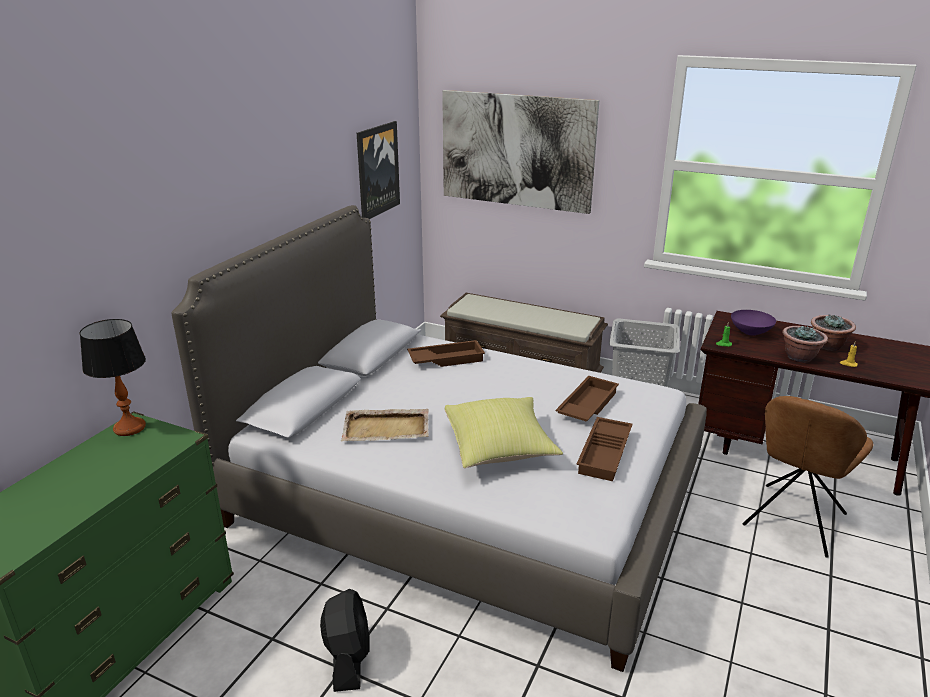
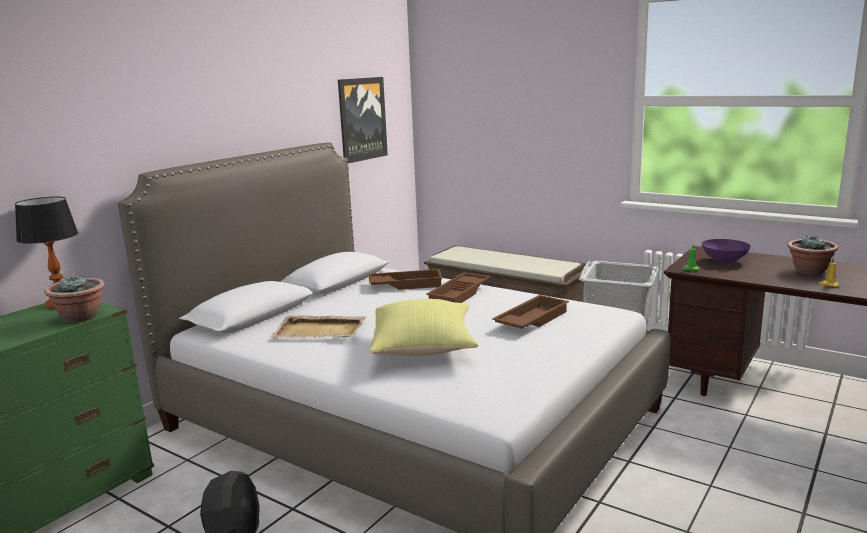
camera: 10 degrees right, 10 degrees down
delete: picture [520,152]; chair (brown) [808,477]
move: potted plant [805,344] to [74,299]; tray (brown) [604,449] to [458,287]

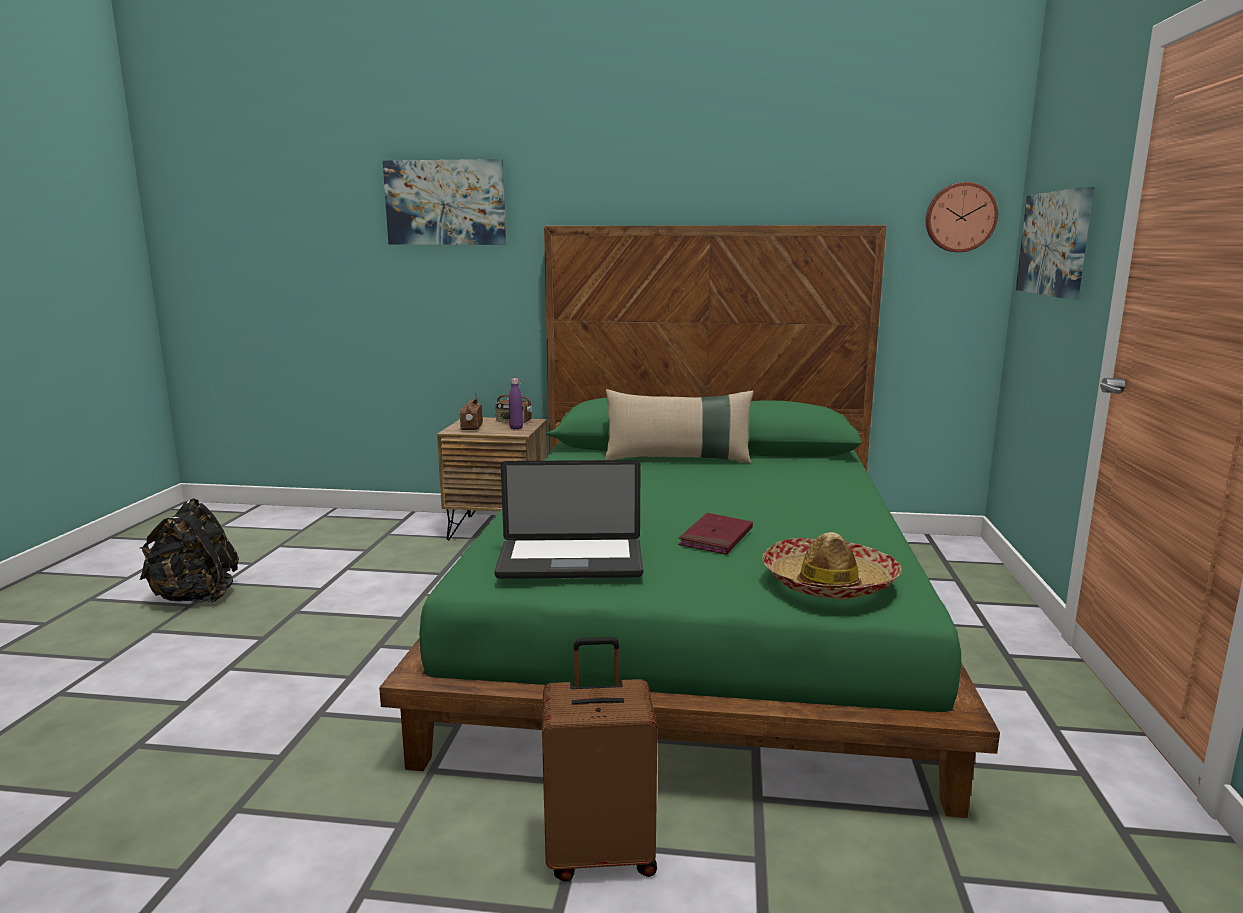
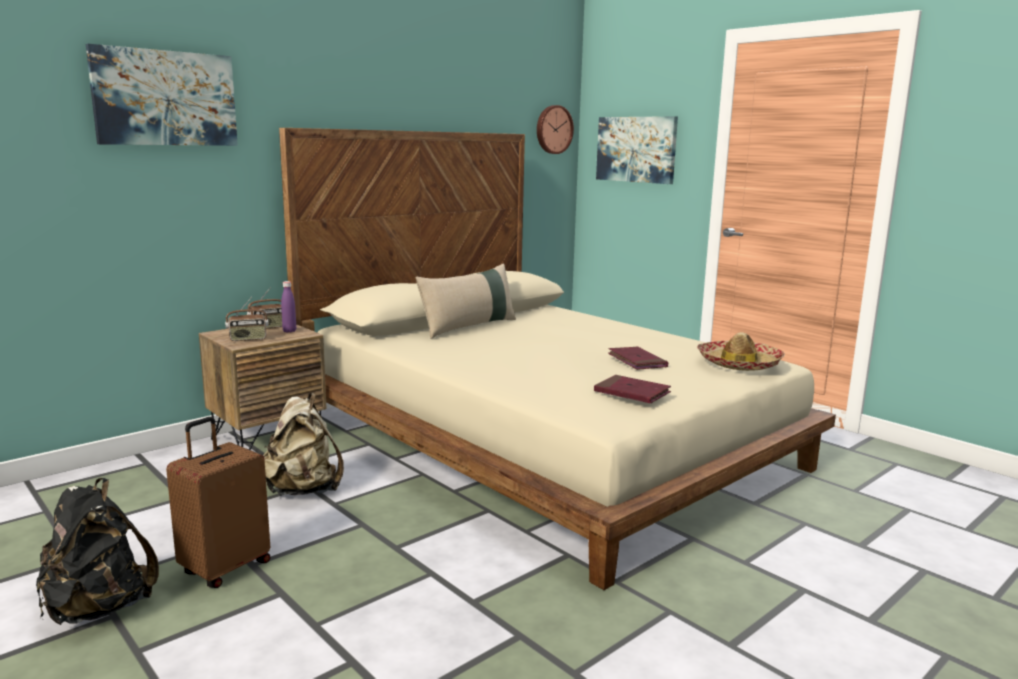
camera: 50 degrees left, 0 degrees up
insert: backpack (beige) [303,444]
move: suitcase (brown) [599,759] to [218,502]
replace: laptop [568,519] to book (red) [632,389]
recolor: bed (green) [689,521] to bed (beige) [557,359]
rotate: radio [471,411] = [247,319] 60 degrees counterclockwise

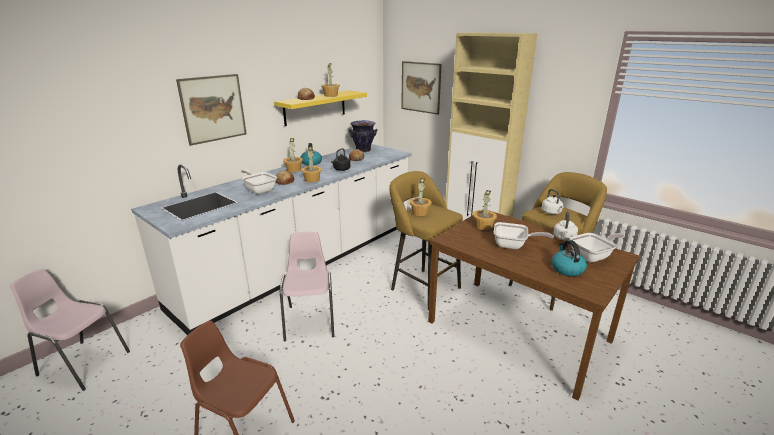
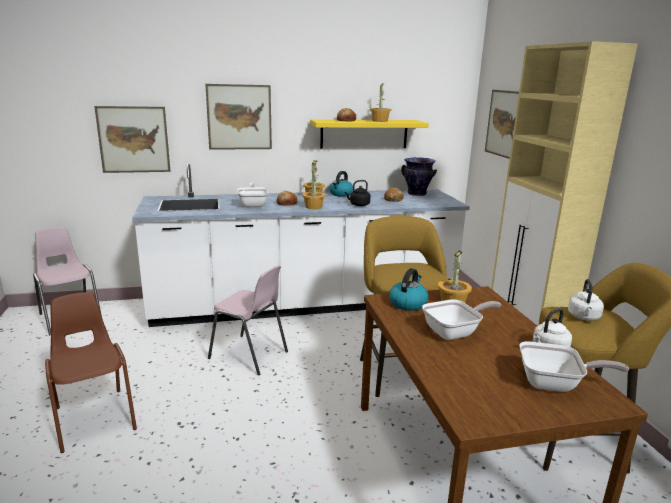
camera: 35 degrees right, 5 degrees down
delete: potted plant [421,197]
insert: picture [132,139]
move: kettle [569,258] to [409,289]
rotate: frying pan [524,235] = [461,319] 75 degrees counterclockwise; chair (pink) [307,286] = [248,320] 90 degrees clockwise

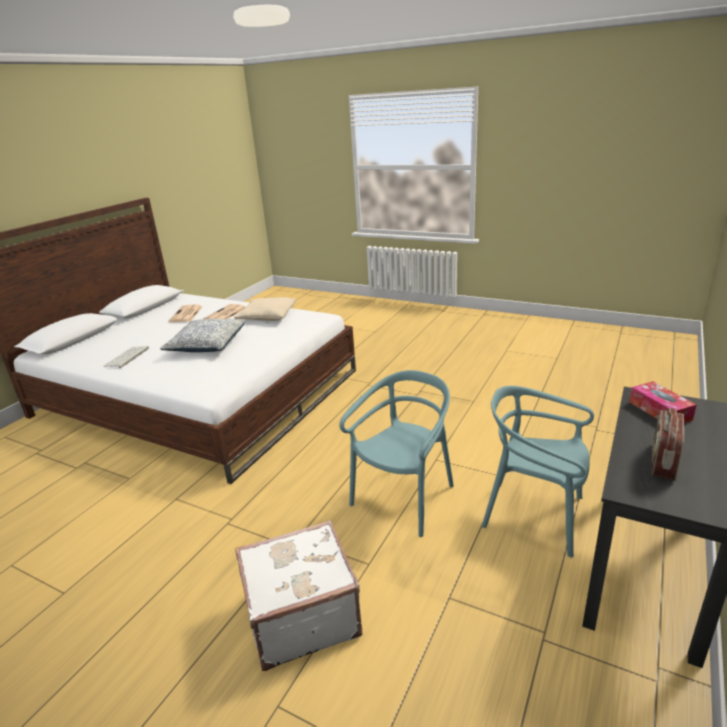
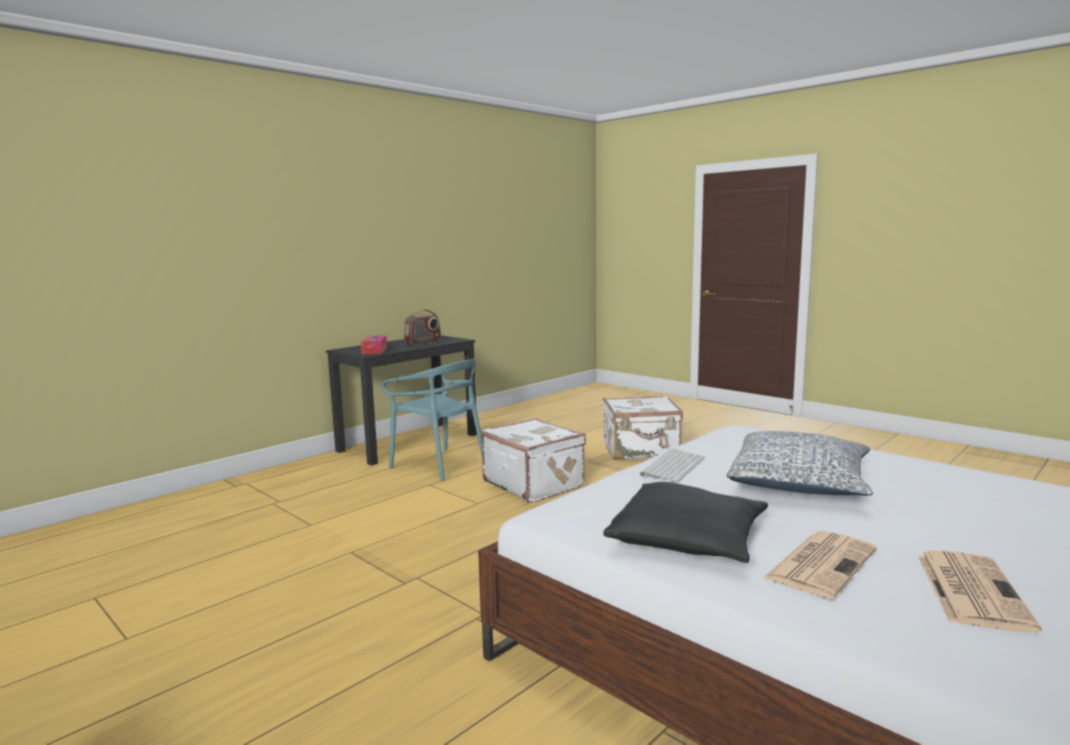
camera: 165 degrees left, 15 degrees down
move: keyboard [126,357] to [672,466]
replace: chair (turquoise) [396,453] to suitcase (white) [533,460]
recolor: pillow (beige) [265,309] to pillow (black) [685,522]

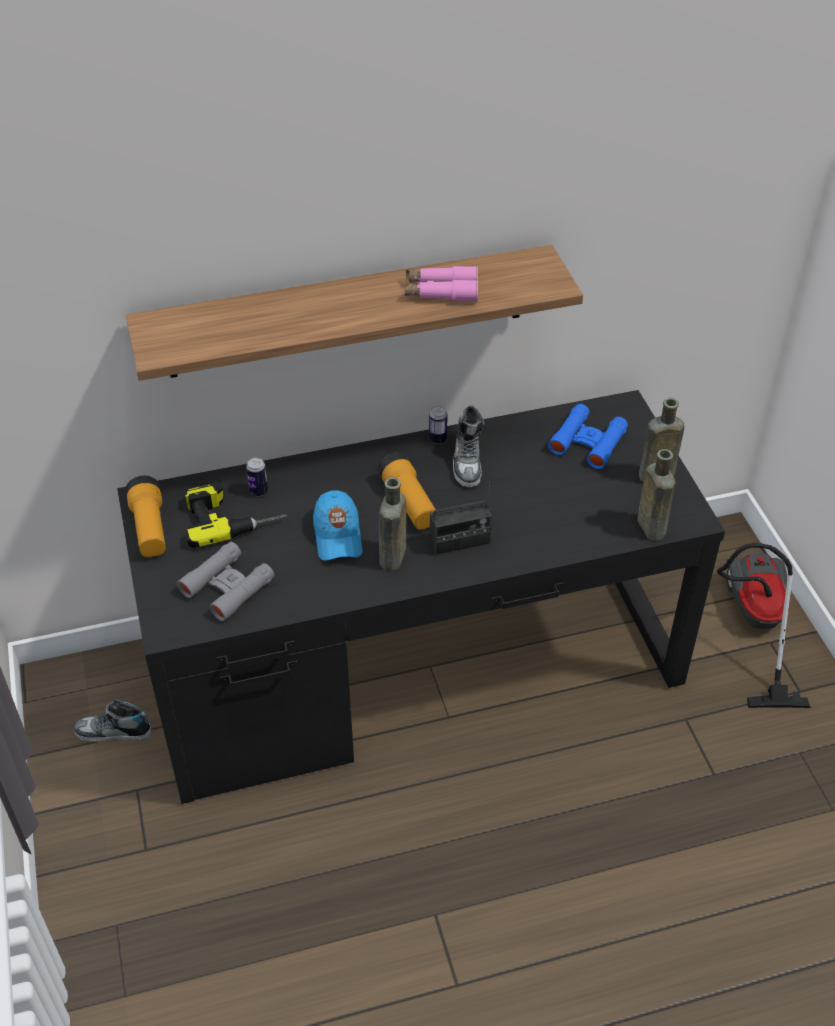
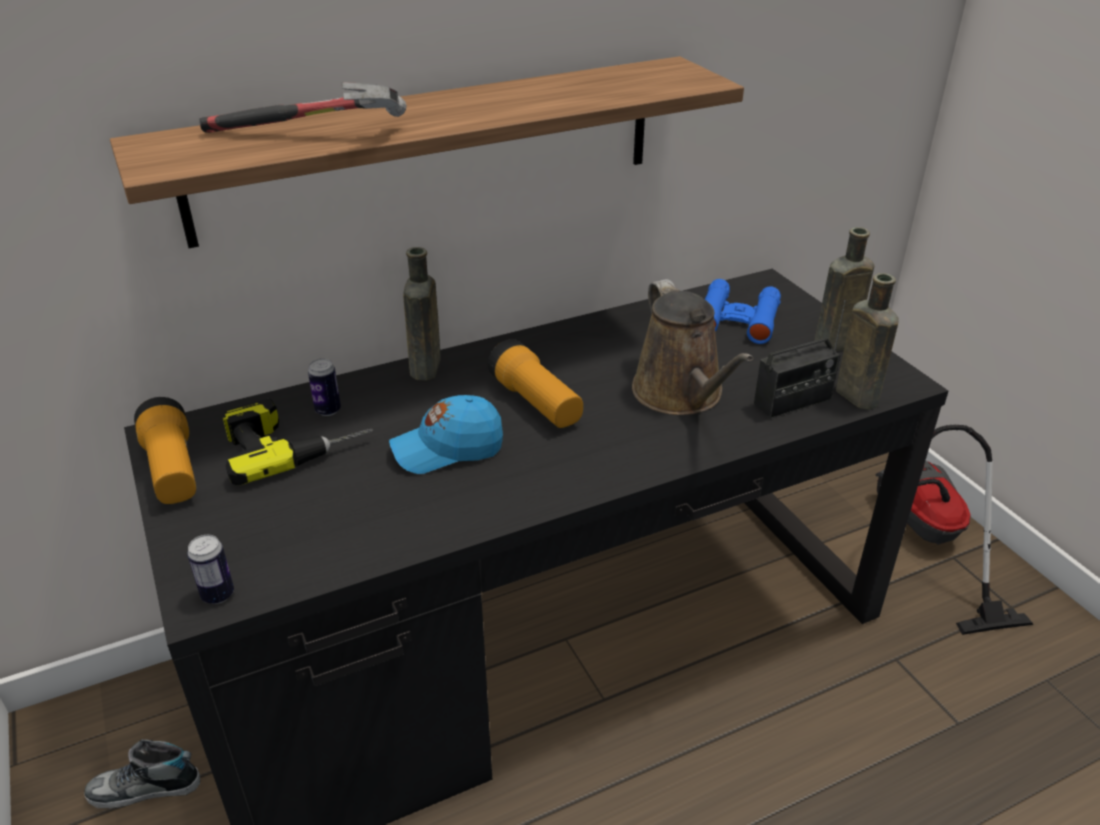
camera: 10 degrees left, 10 degrees down
delete: binoculars (pink) [441,284]; shoe [469,446]; binoculars (grey) [226,581]
insert: hammer [303,107]; watering can (brown) [692,347]
move: can [438,425] to [210,569]; bottle (brown) [392,524] to [422,314]; radio [461,518] to [800,359]
rotate: cap (blue) [338,525] = [446,434] 90 degrees clockwise

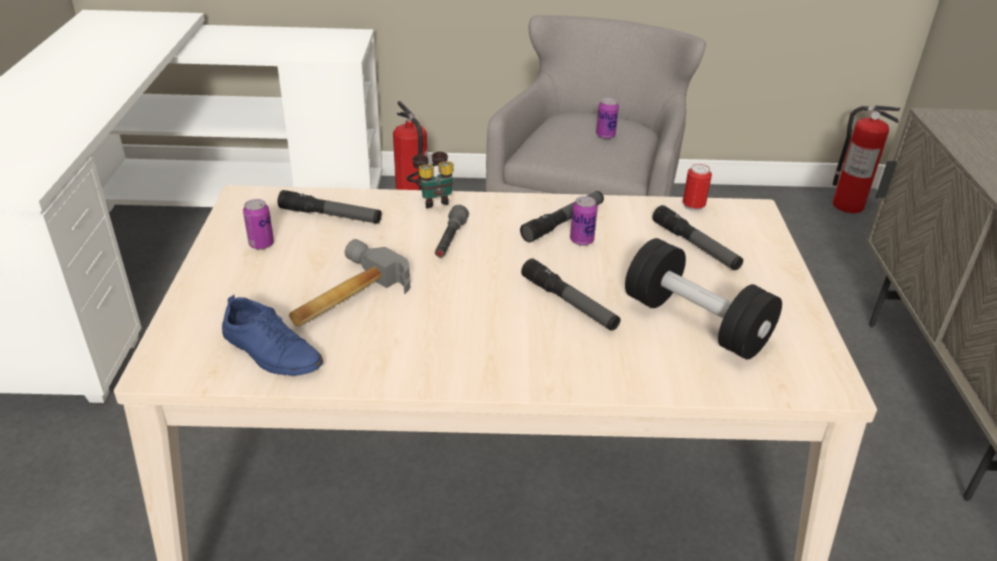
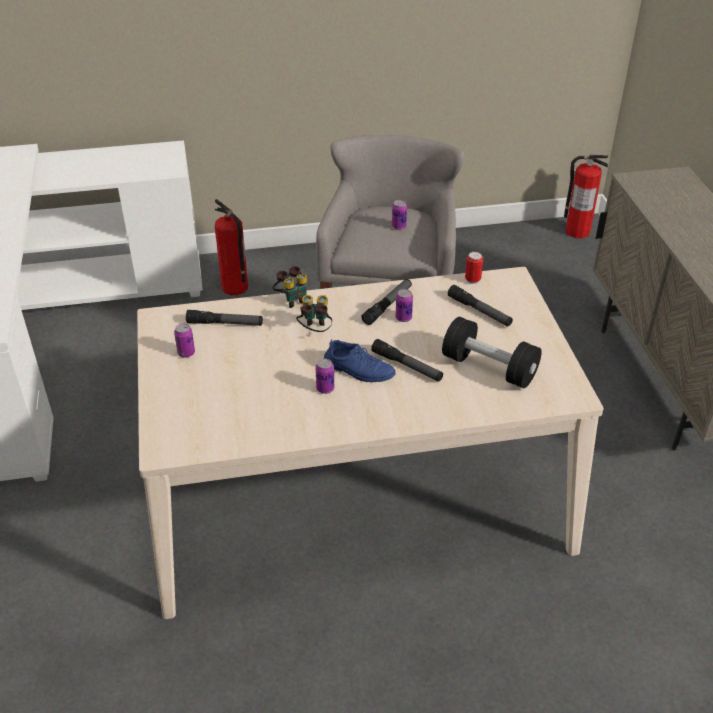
camera: 10 degrees left, 5 degrees up
delete: hammer [349,283]
insert: can [325,376]
move: shoe (blue) [272,335] to [360,361]
replace: flashlight (grey) [452,231] to binoculars [314,313]

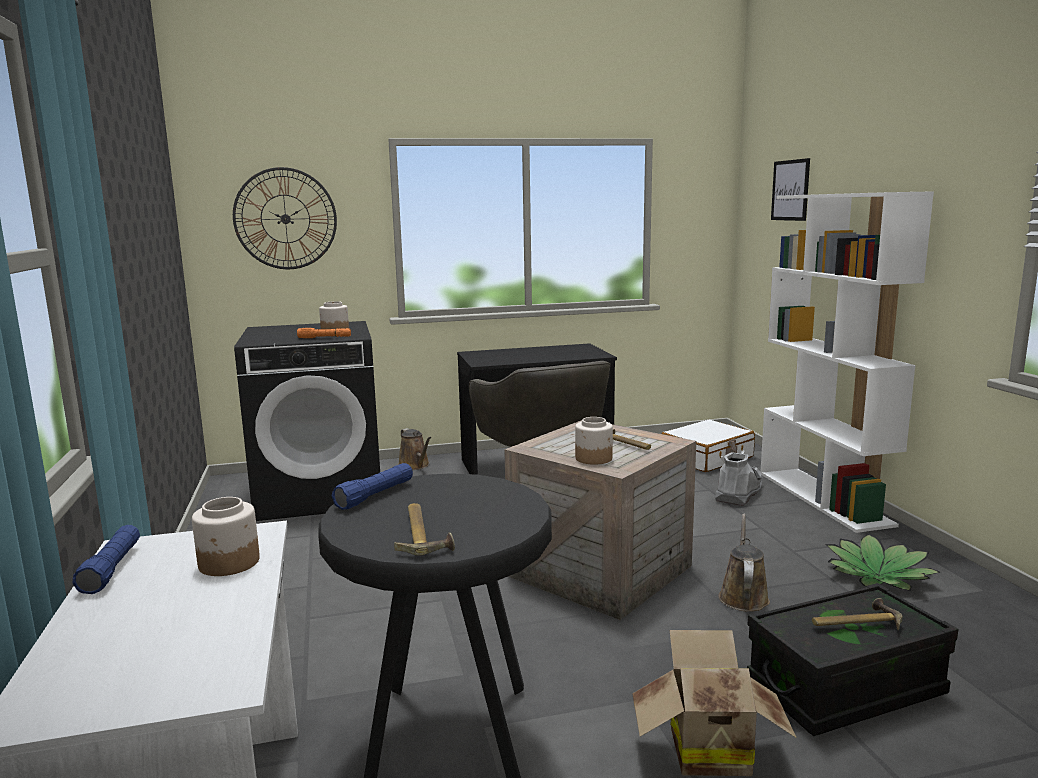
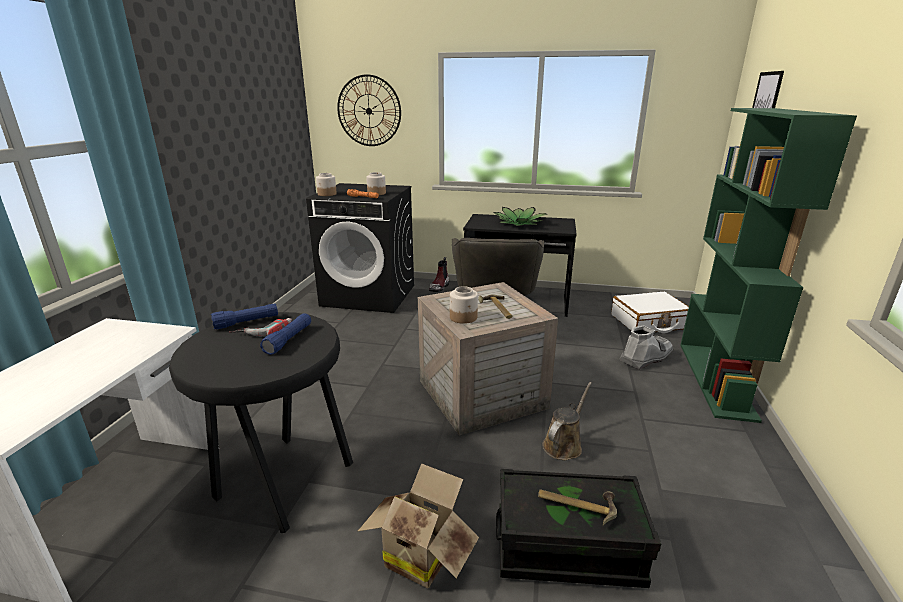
camera: 25 degrees right, 10 degrees up
delete: hammer [424,529]
insert: power drill [261,327]
move: jar [226,536] to [326,184]; flashlight (blue) [106,559] to [285,334]; potted plant [883,562] to [520,216]
replace: watering can (brown) [414,449] to boot [439,274]
recolor: bookcase (white) [847,362] to bookcase (green) [768,265]

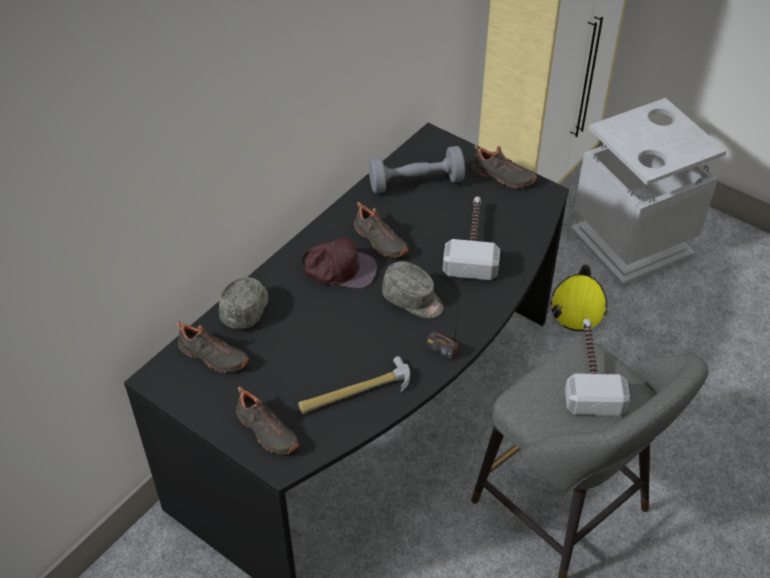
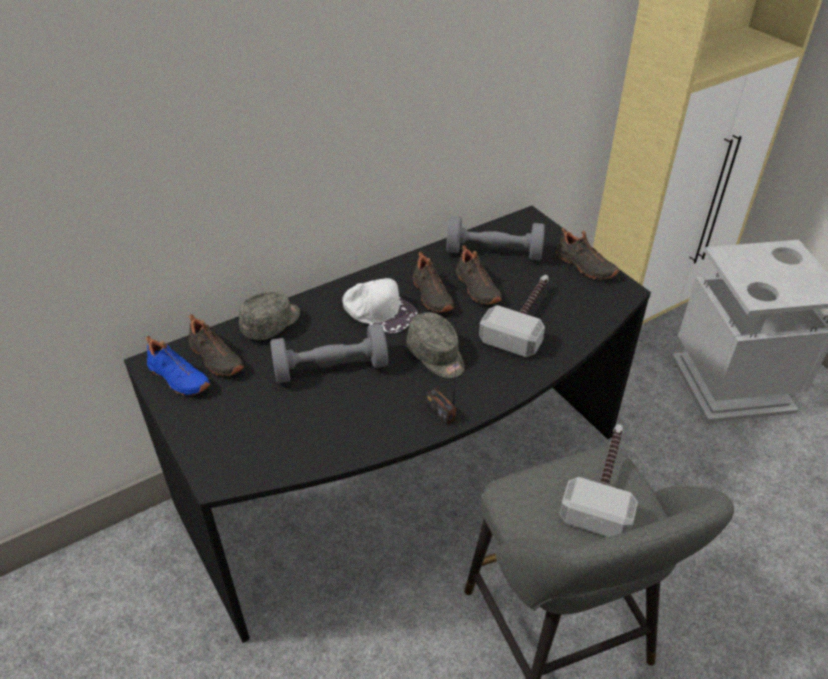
camera: 20 degrees right, 5 degrees down
delete: hard hat (yellow) [578,298]; hammer [354,385]
insert: dumbbell (grey) [329,353]; shoe (blue) [178,366]
move: shoe (black) [267,420] to [479,274]
recolor: cap (brown) [338,262] to cap (white) [379,305]

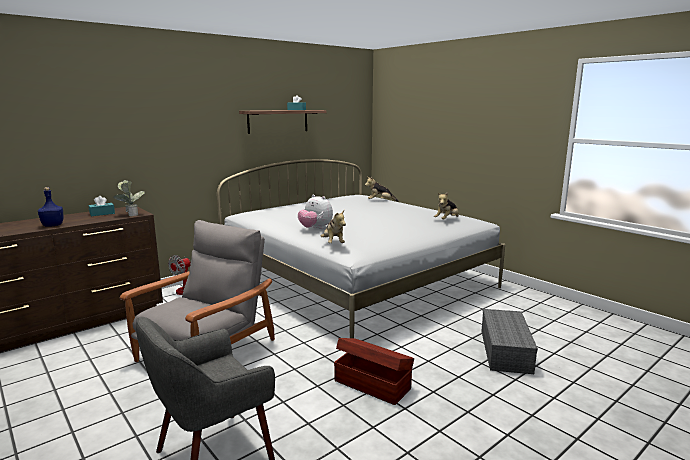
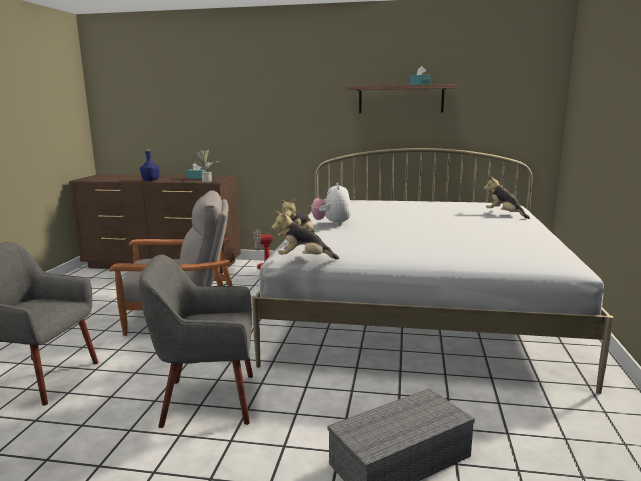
camera: 50 degrees right, 0 degrees up
move: plush toy [446,205] to [305,235]
replace: storage box (brown) [374,371] to armchair (grey) [196,341]

